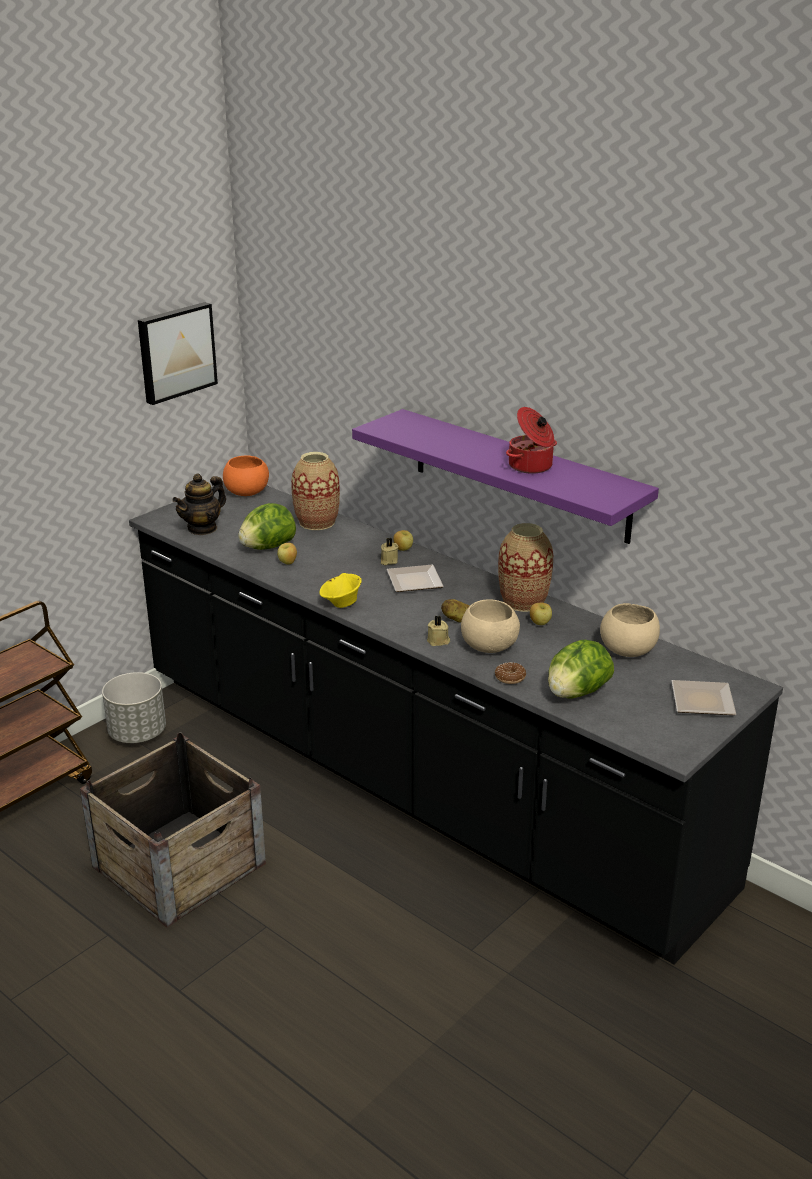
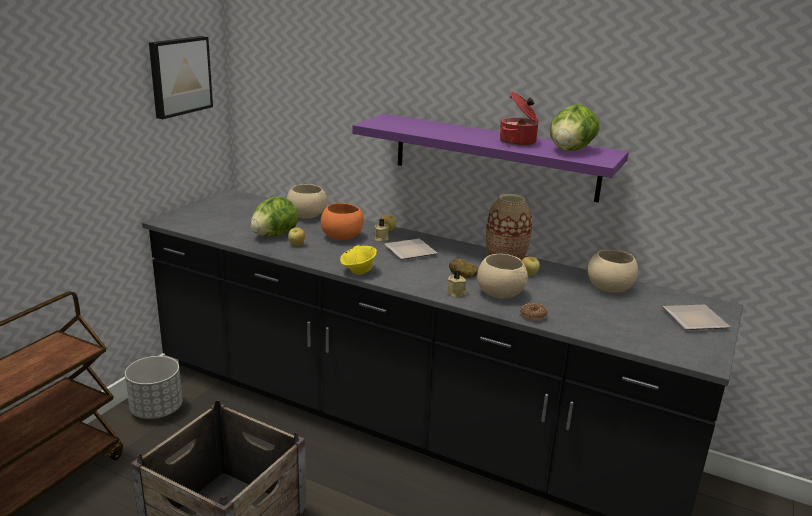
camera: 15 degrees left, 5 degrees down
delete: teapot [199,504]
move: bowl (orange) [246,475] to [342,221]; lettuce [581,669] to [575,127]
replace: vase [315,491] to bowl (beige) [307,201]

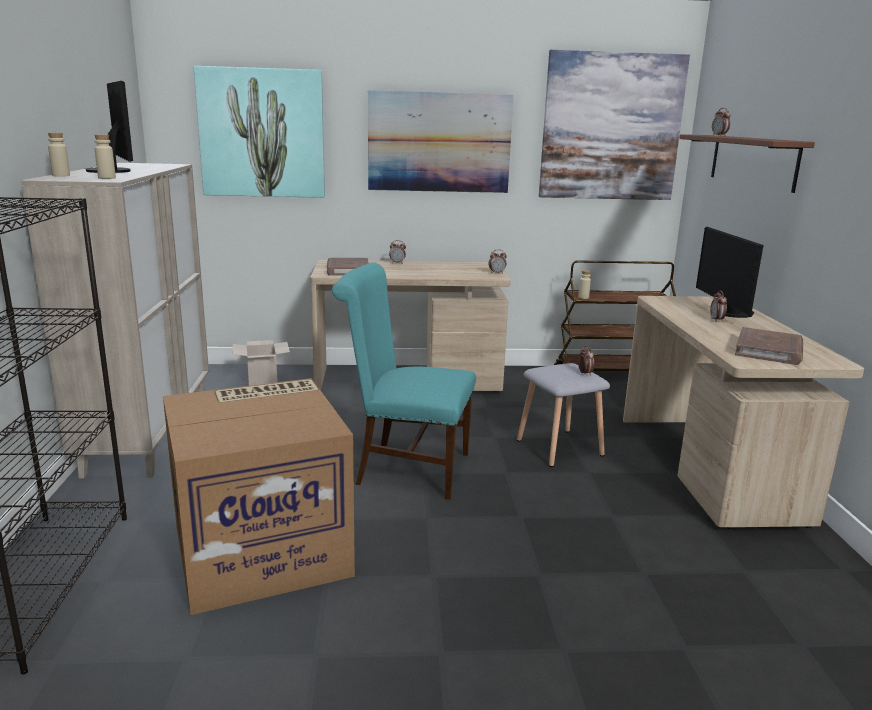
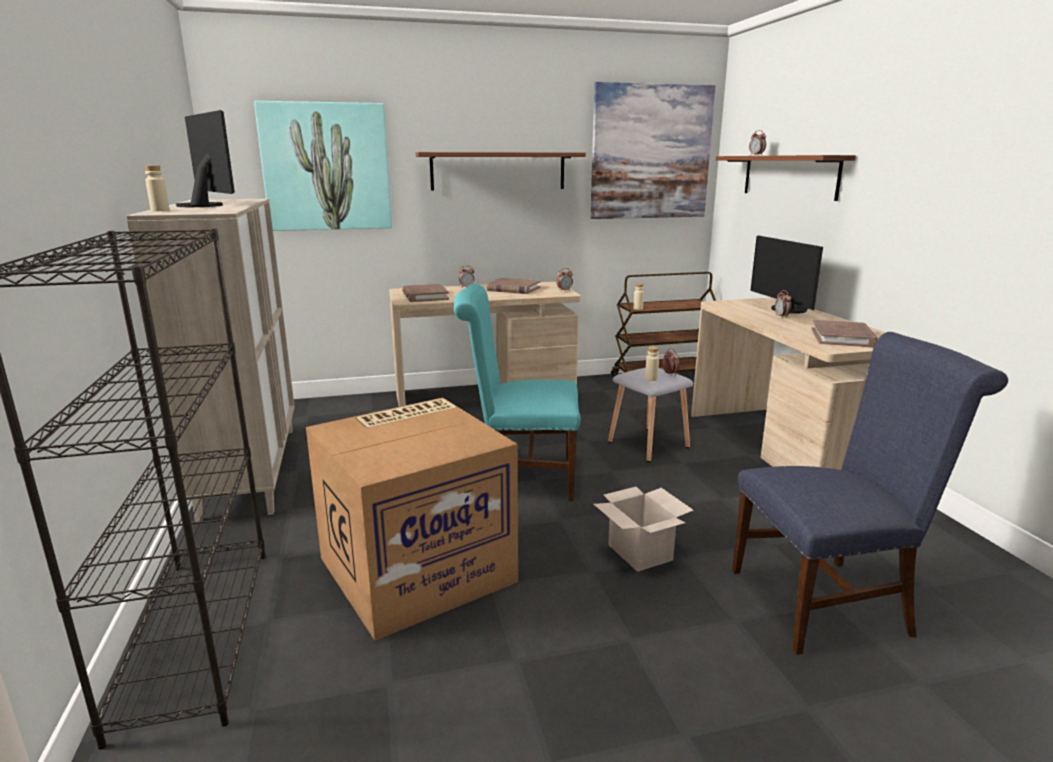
camera: 10 degrees left, 0 degrees up
insert: book (brown) [513,286]; chair (blue) [870,493]
move: bottle (beige) [105,156] to [652,364]; cardboard box [261,363] to [644,529]
replace: picture [440,141] to shelf (brown) [501,171]

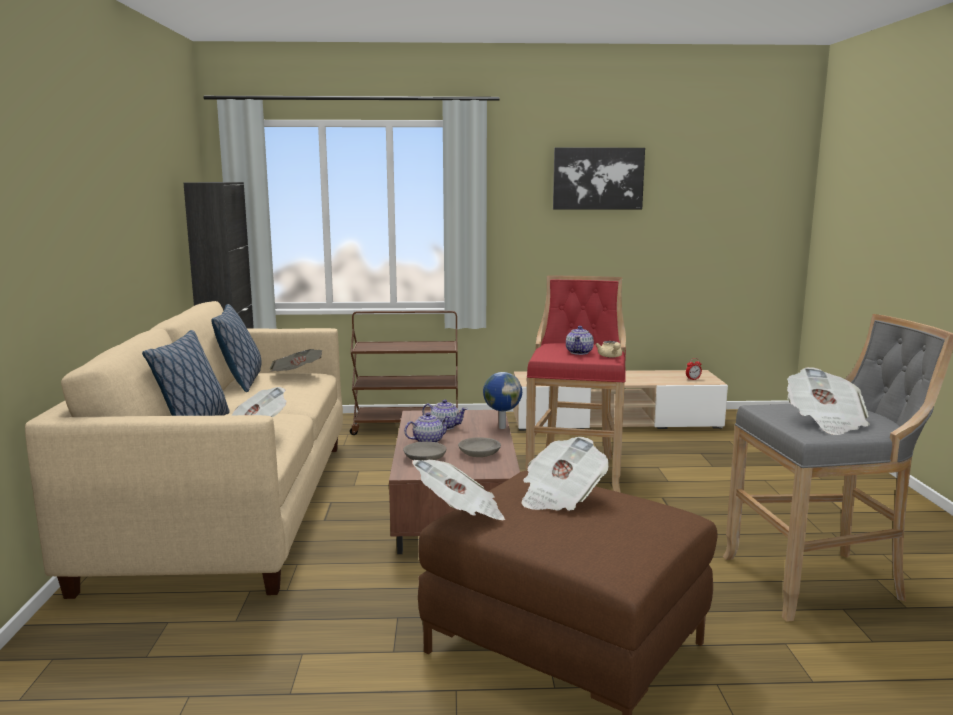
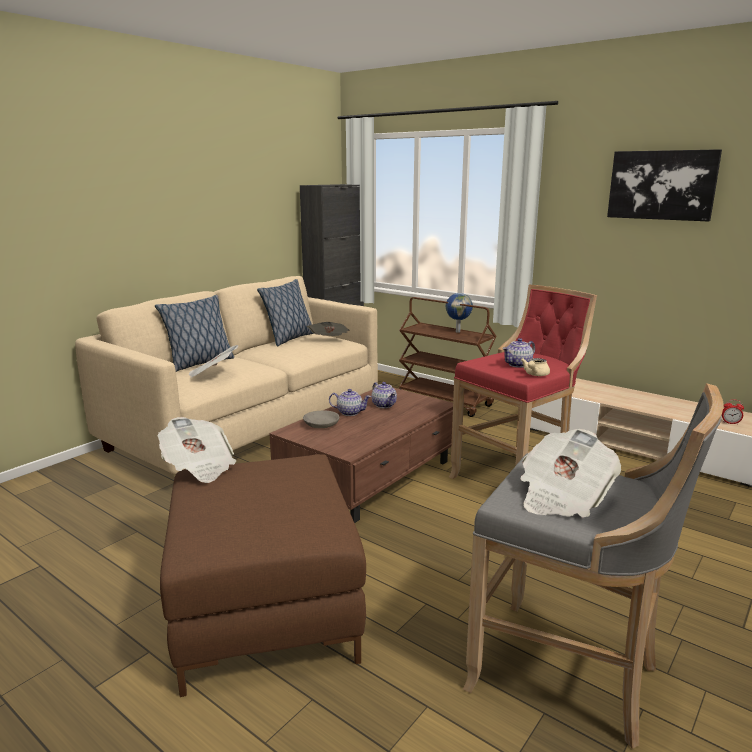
camera: 40 degrees right, 5 degrees up
delete: bowl (grey) [479,447]; newspaper [565,474]
move: globe [502,400] to [459,313]

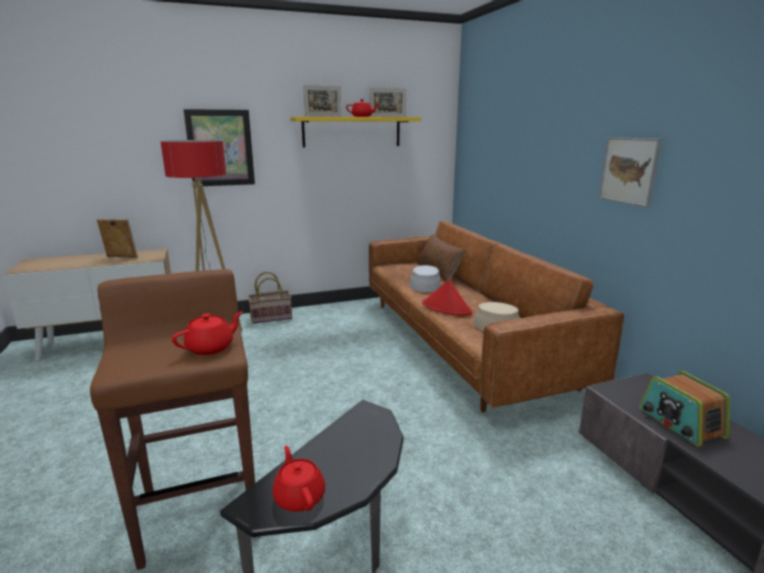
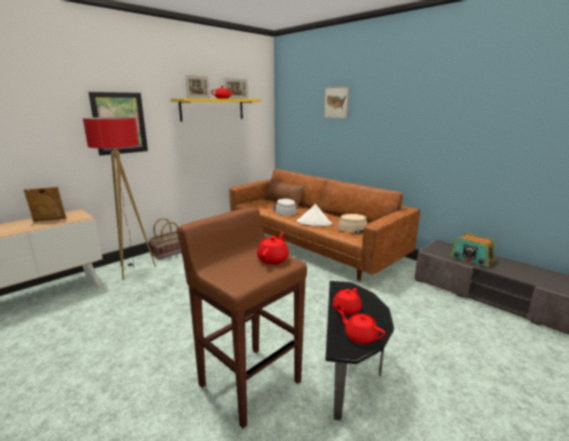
camera: 25 degrees left, 0 degrees up
insert: teapot (red) [347,301]
move: picture [630,172] to [336,102]
recolor: hat (red) [447,297] to hat (white) [314,215]

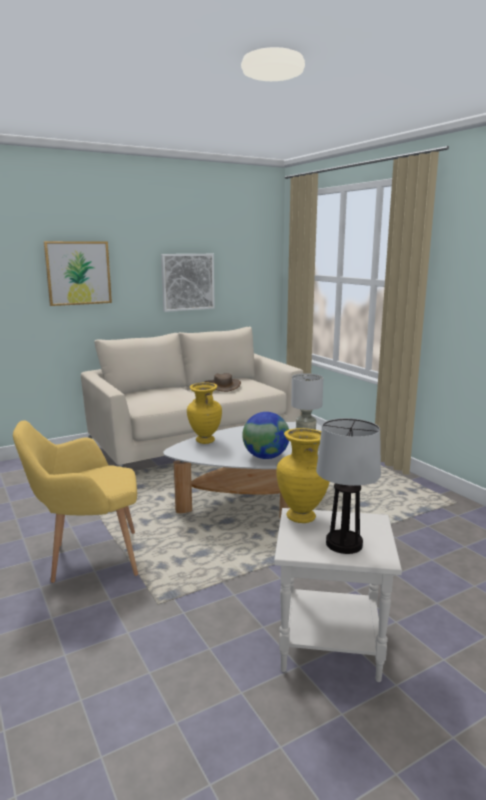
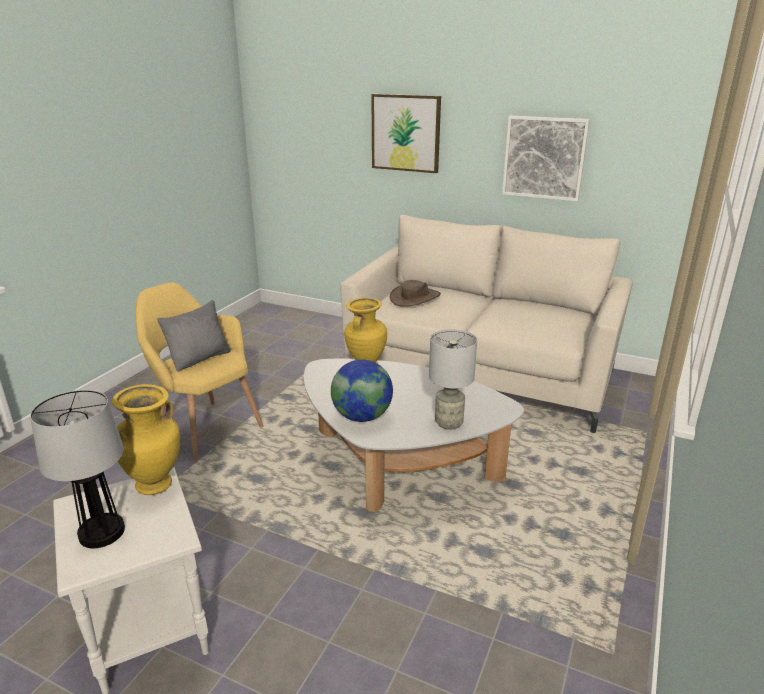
camera: 55 degrees right, 10 degrees up
insert: pillow (grey) [194,336]
move: hat (brown) [223,382] to [415,293]

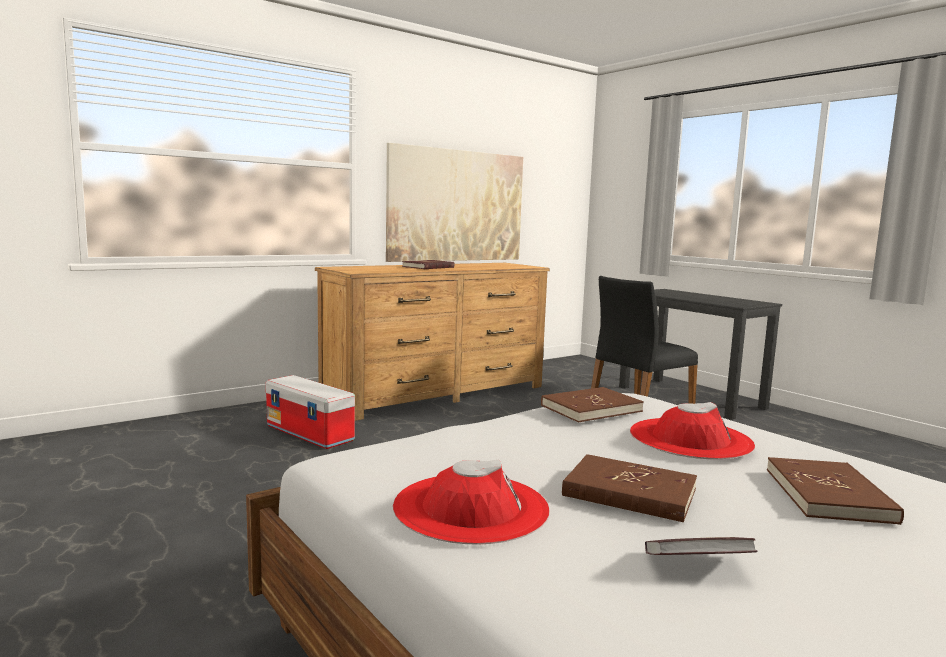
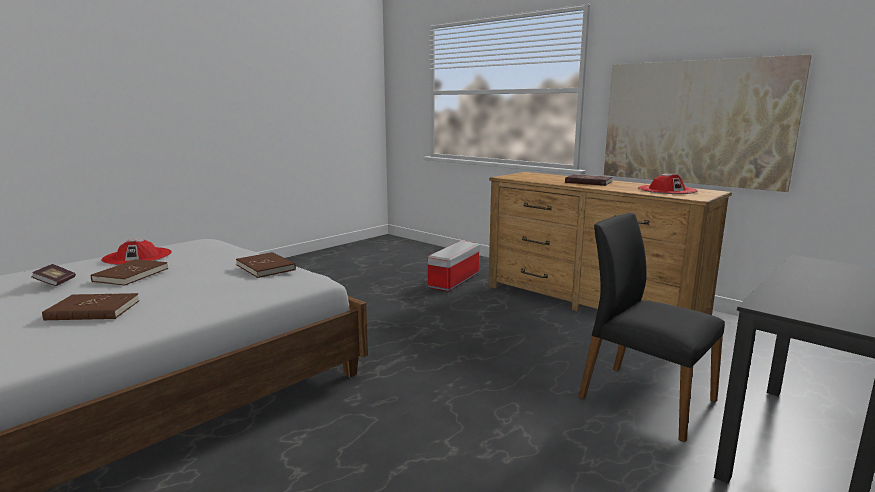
camera: 80 degrees right, 5 degrees up
move: hat (red) [692,430] to [668,184]

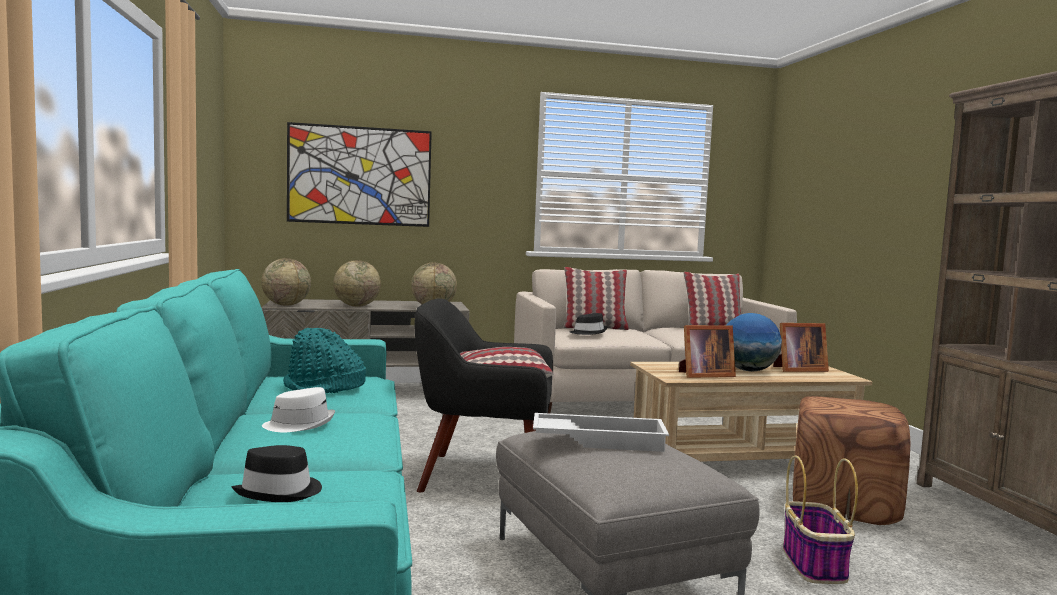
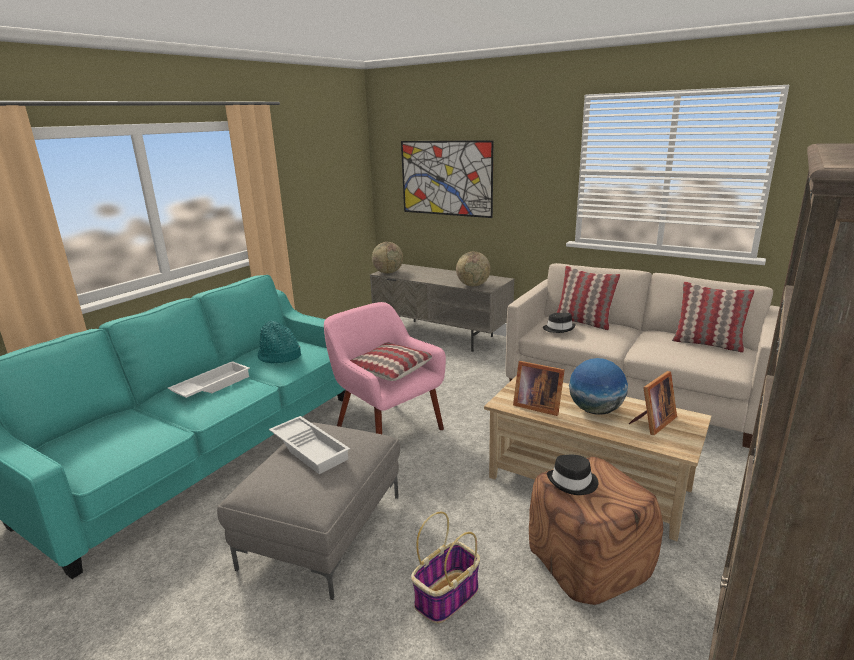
camera: 45 degrees right, 15 degrees up
delete: globe [357,283]
move: hat (black) [276,473] to [572,475]
replace: hat (white) [298,409] to tray (white) [209,379]
recolor: armchair (black) [484,395] to armchair (pink) [385,368]
rotate: picture frame [801,347] = [653,403] 75 degrees counterclockwise

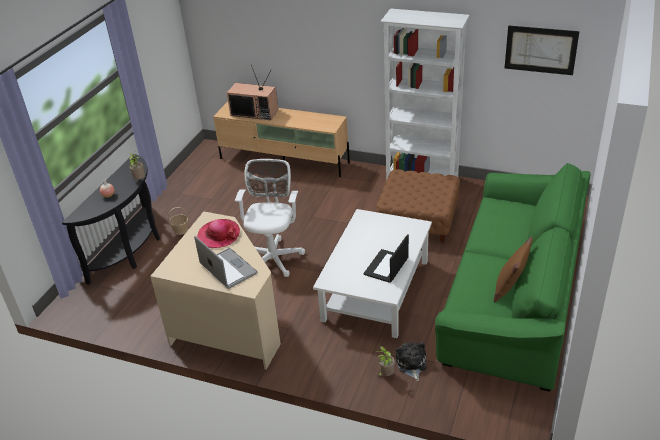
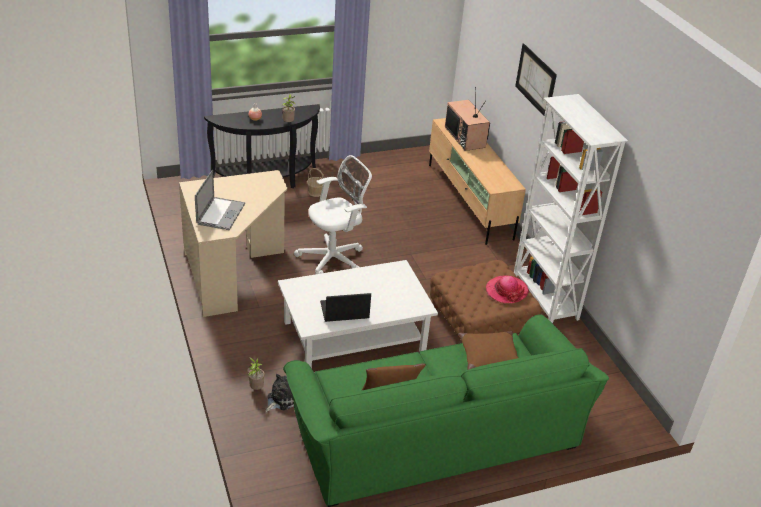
camera: 45 degrees right, 0 degrees up
insert: pillow (brown) [488,350]
move: picture [541,50] to [536,79]; hat [218,233] to [507,289]

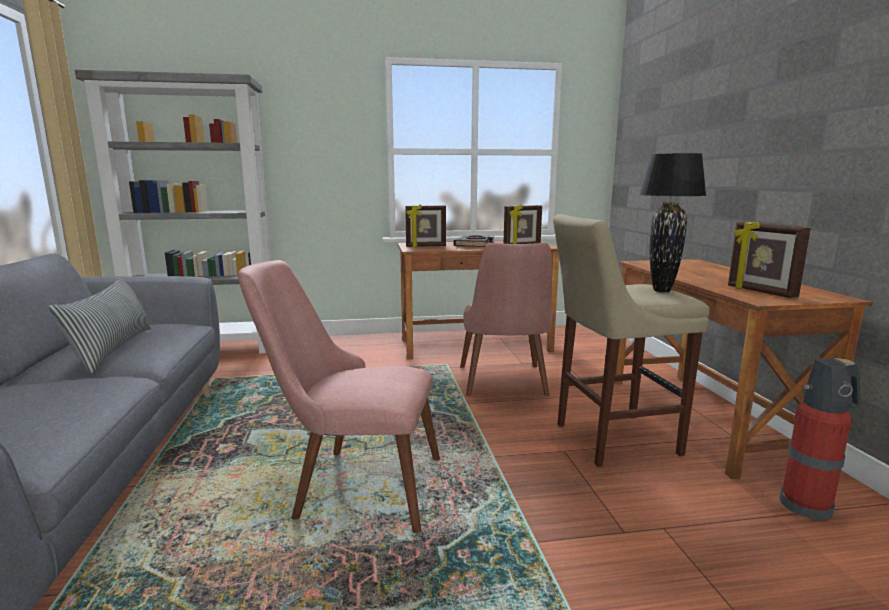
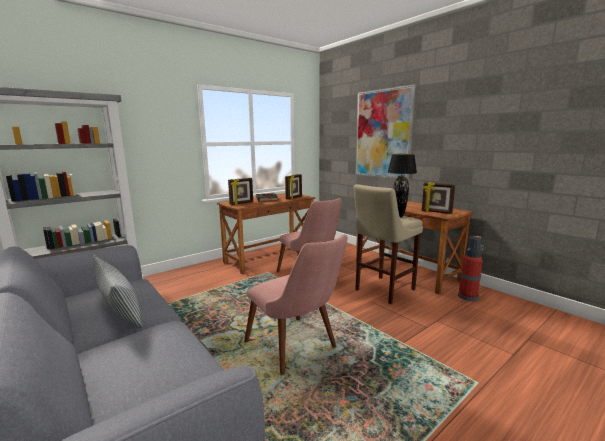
camera: 30 degrees left, 0 degrees up
insert: picture [385,132]
rotate: chair (pink) [339,396] = [296,304] 105 degrees counterclockwise

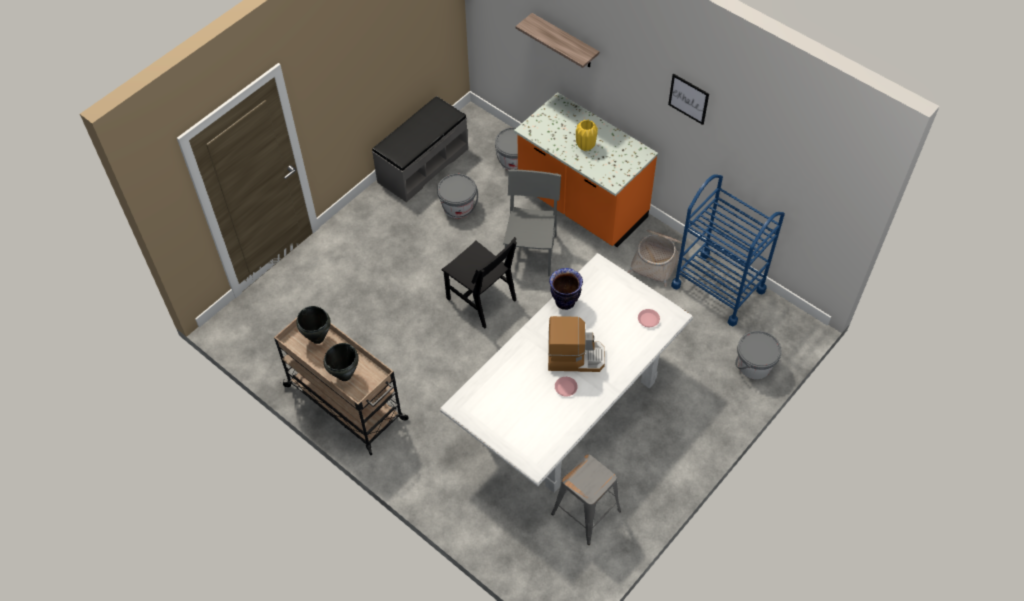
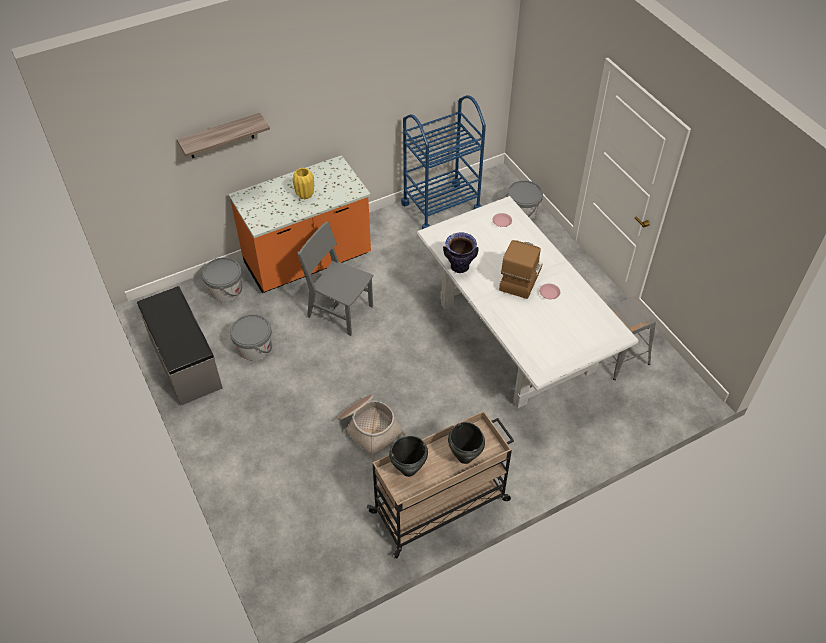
camera: 70 degrees left, 5 degrees down
delete: picture [688,99]; chair (black) [479,283]
move: basket [655,258] to [371,427]

